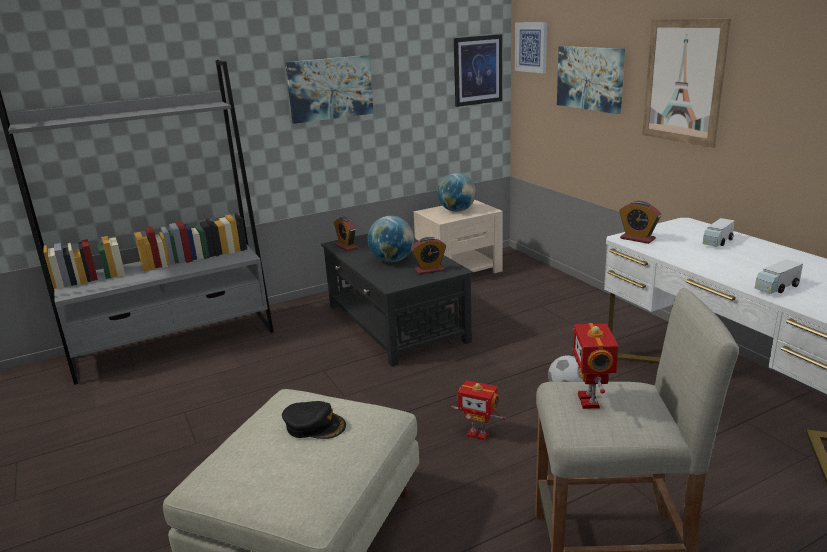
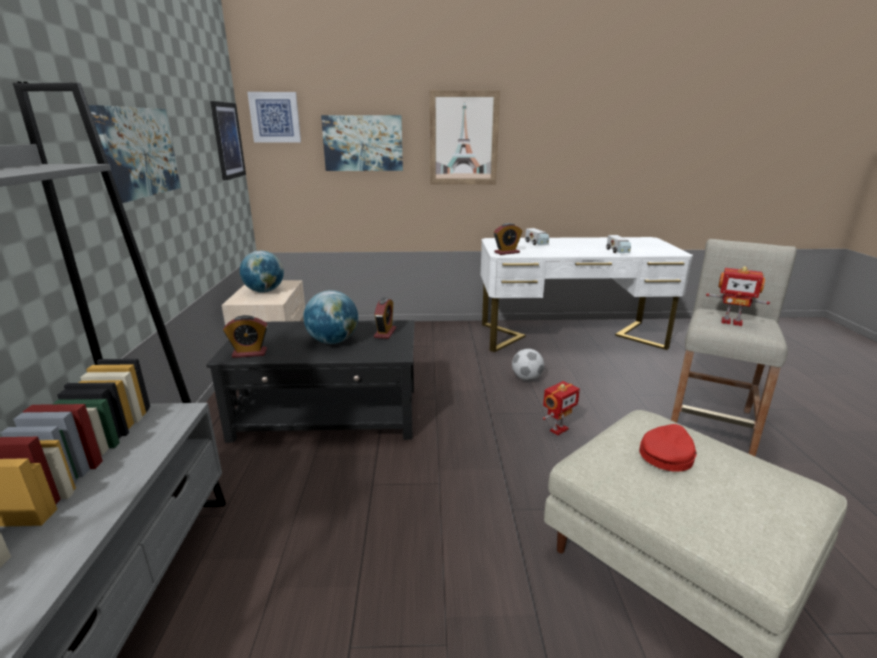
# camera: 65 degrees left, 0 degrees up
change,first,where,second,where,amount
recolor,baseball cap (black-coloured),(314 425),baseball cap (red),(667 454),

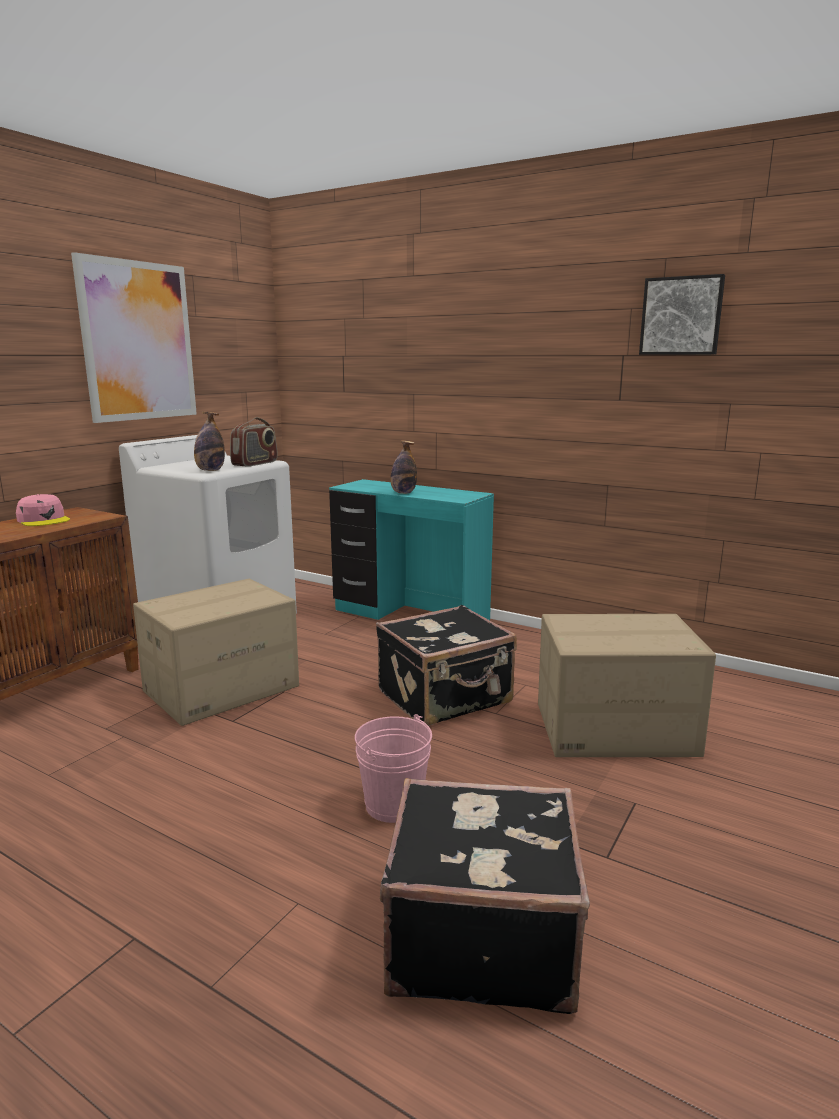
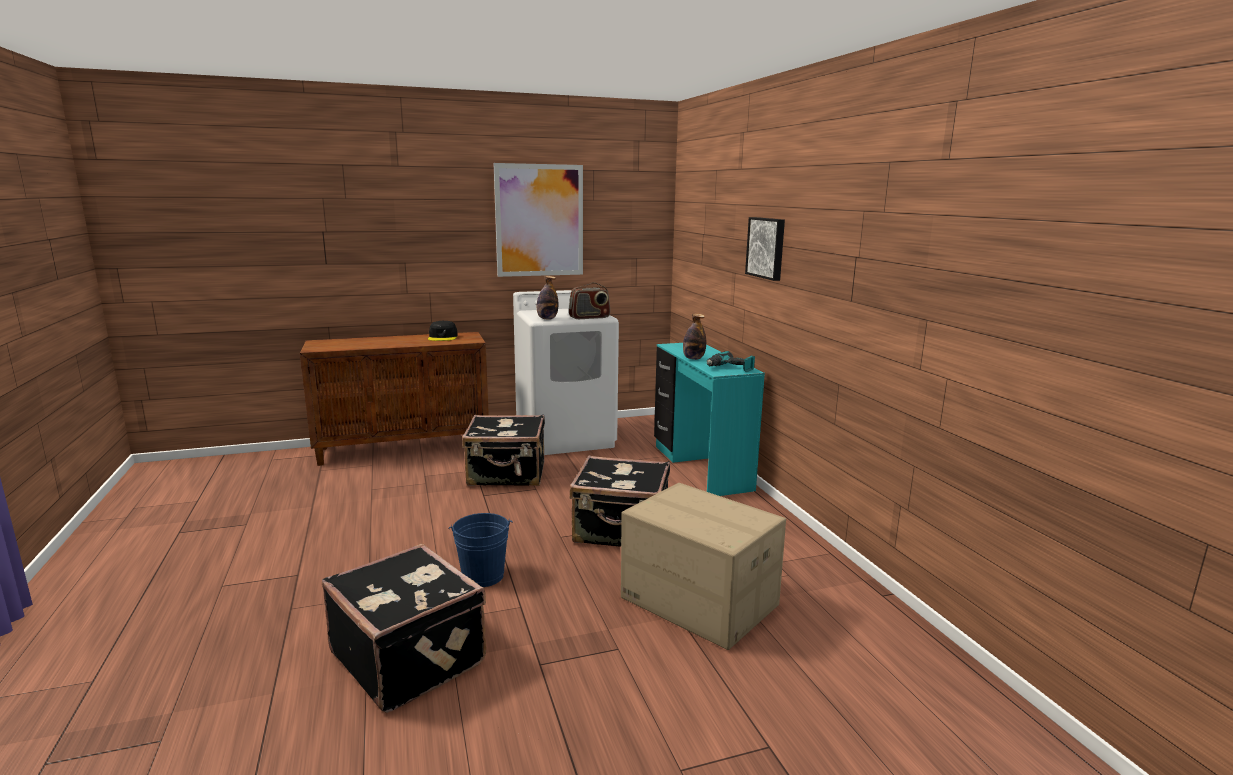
# camera: 40 degrees right, 0 degrees up
change,first,where,second,where,amount
recolor,baseball cap (pink-coloured),(44 520),baseball cap (black-coloured),(443 337),
replace,cardboard box,(221 688),piece of luggage (black-coloured),(507 475),
recolor,bucket (pink-coloured),(393 805),bucket (bluish),(482 576),
move,picture,(681 316),,(767 248),
insert,,,power drill,(730 368),

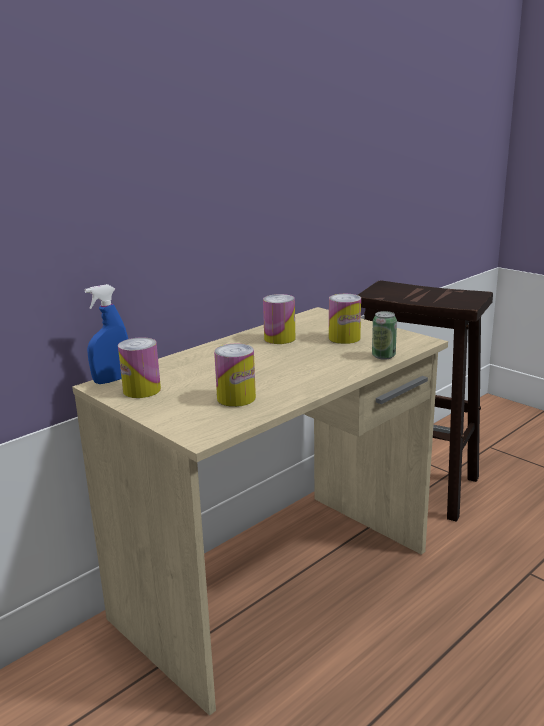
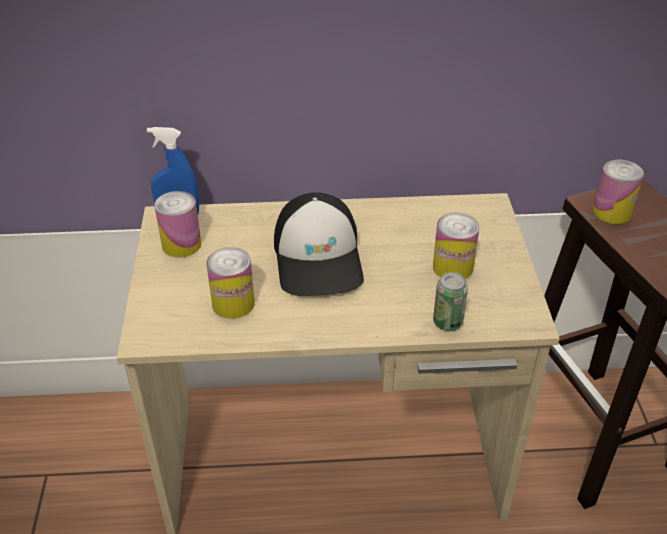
# camera: 40 degrees right, 20 degrees up
change,first,where,second,where,amount
move,metal can,(279 338),,(611 212),
insert,,,baseball cap,(319 258),

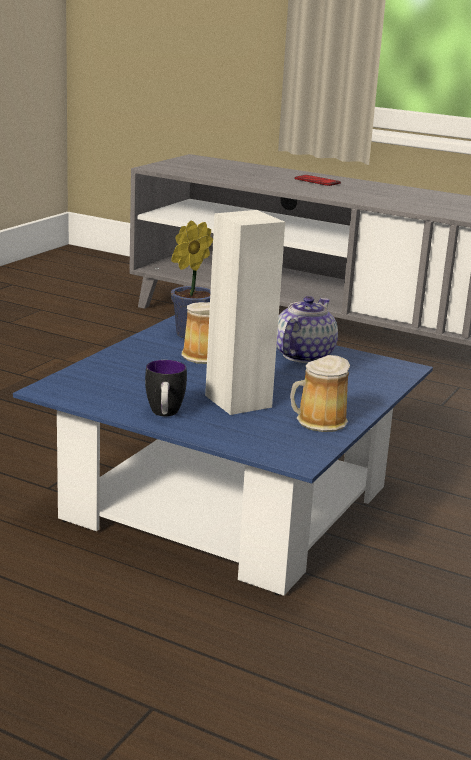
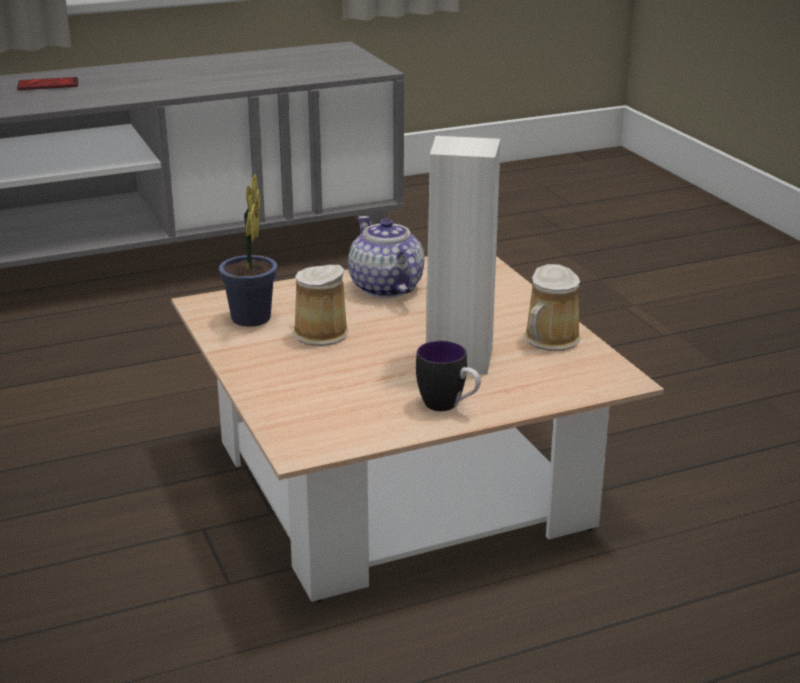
# camera: 50 degrees left, 5 degrees up
change,first,where,second,where,amount
recolor,coffee table (bluish),(228 503),coffee table (beige-coloured),(400 483),

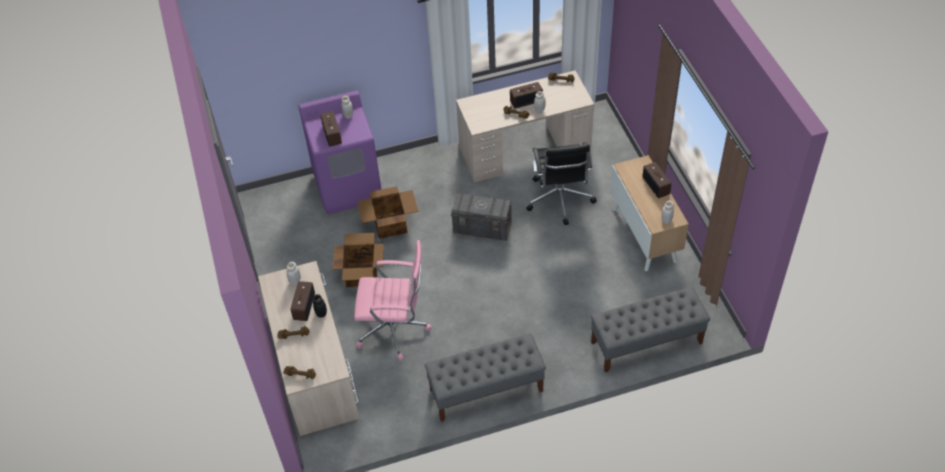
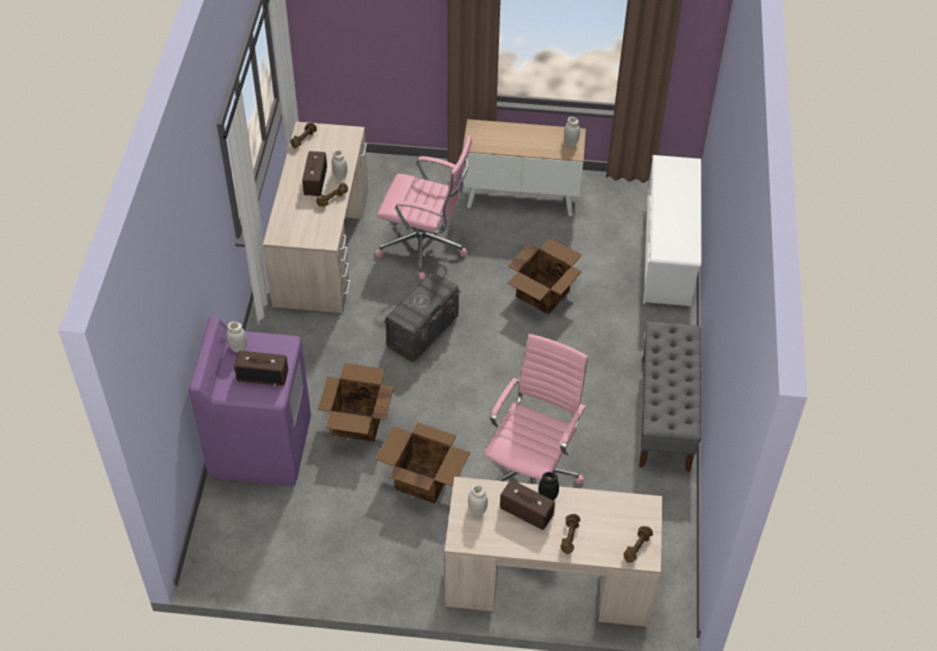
# camera: 70 degrees left, 0 degrees up
change,first,where,second,where,amount
recolor,office chair (black-coloured),(559 200),office chair (pink-coloured),(425 246),
replace,indoor bench (greyish),(646 343),shoe rack (whitish),(668 253),
delete,radio,(656 186),,,
insert,,,cardboard box,(543 293),

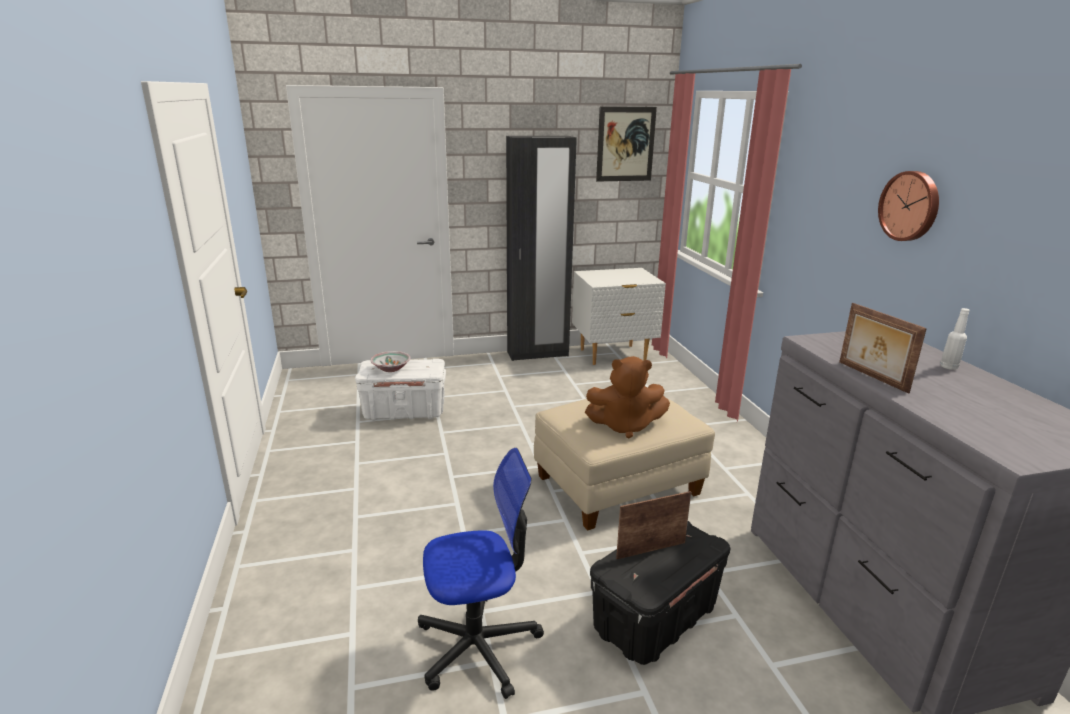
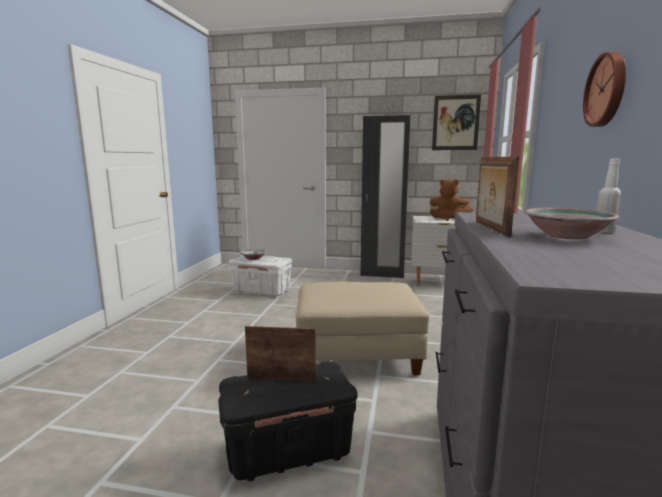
# camera: 25 degrees right, 10 degrees down
change,first,where,second,where,amount
delete,office chair,(478 646),,,
move,cuddly toy (brownish),(625 426),,(448 219),
insert,,,bowl,(567 236),

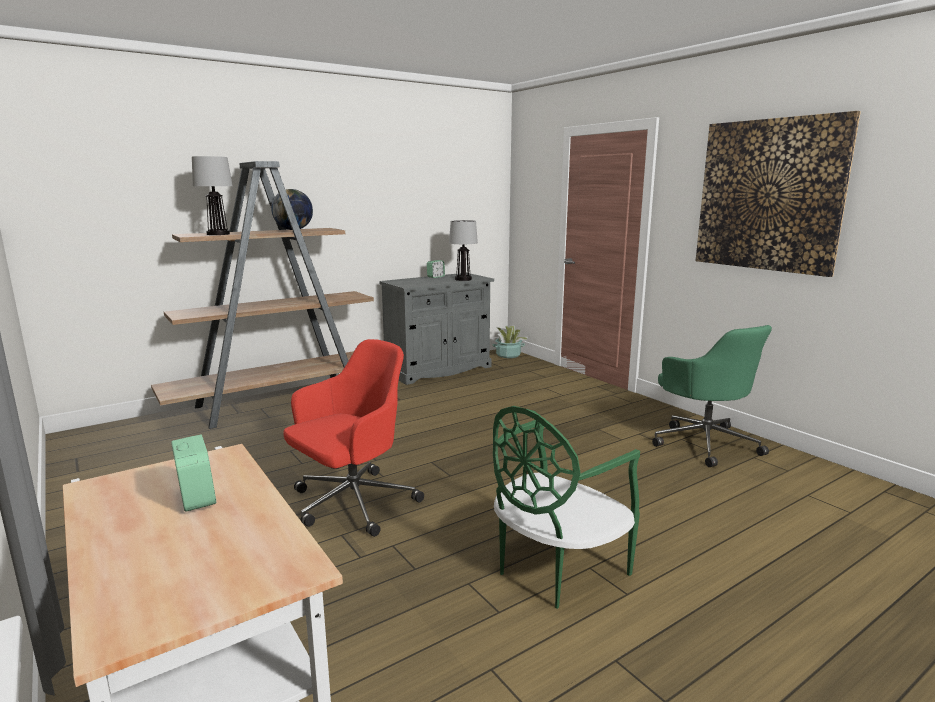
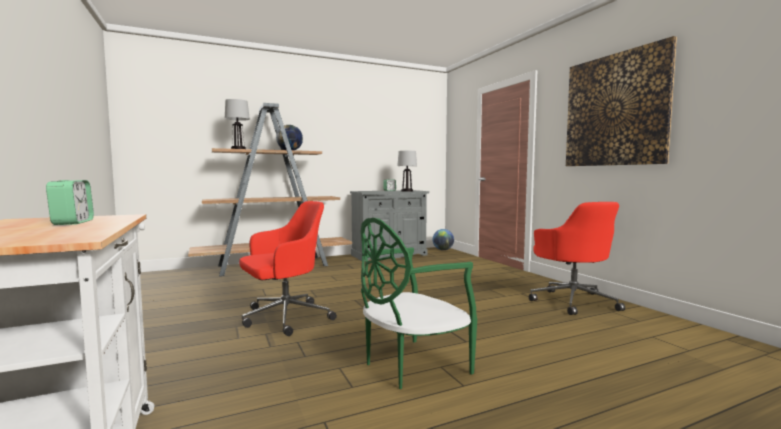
# camera: 10 degrees right, 10 degrees down
change,first,where,second,where,amount
replace,plant in a pot,(508 355),world globe,(443 250),
recolor,office chair (green),(704 443),office chair (red),(572 301),

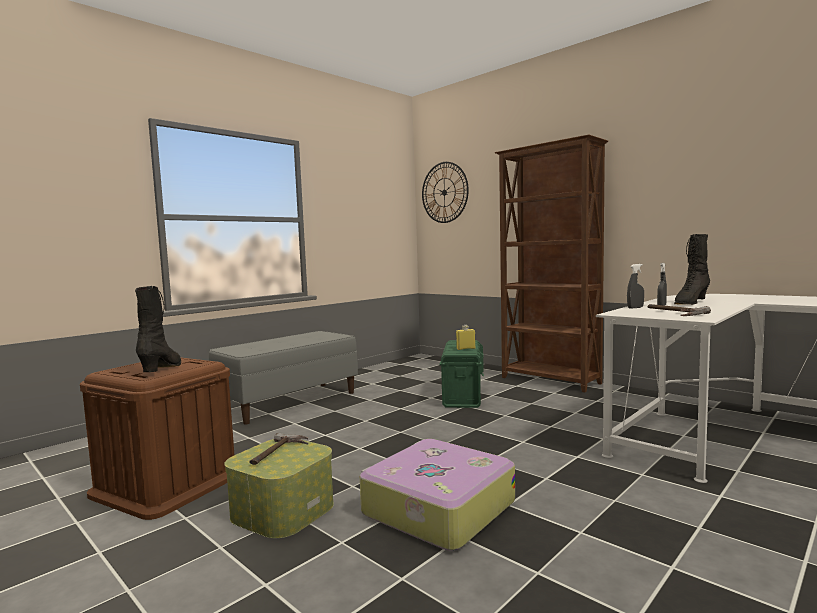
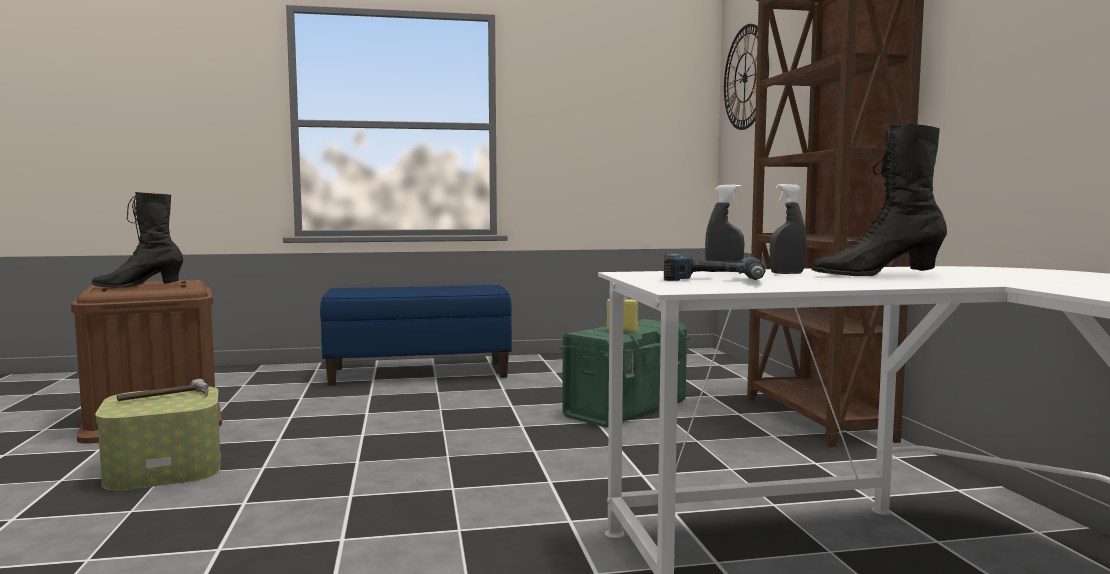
# camera: 35 degrees right, 0 degrees up
change,first,where,second,where,amount
rotate,tall boot (black-coloured),(163 368),,(139 286),135 degrees counterclockwise
recolor,indoor bench (greyish),(289 402),indoor bench (bluish),(419 372),
delete,piece of luggage,(437 508),,,
replace,tool hammer,(671 313),power drill,(713 280),

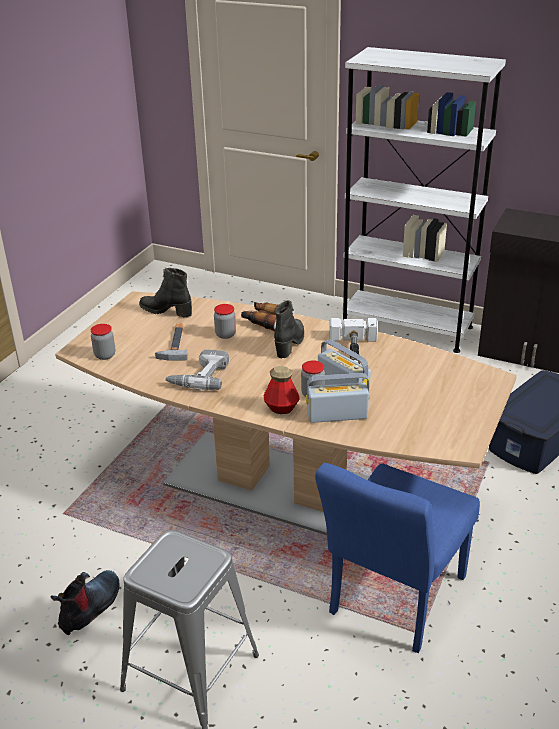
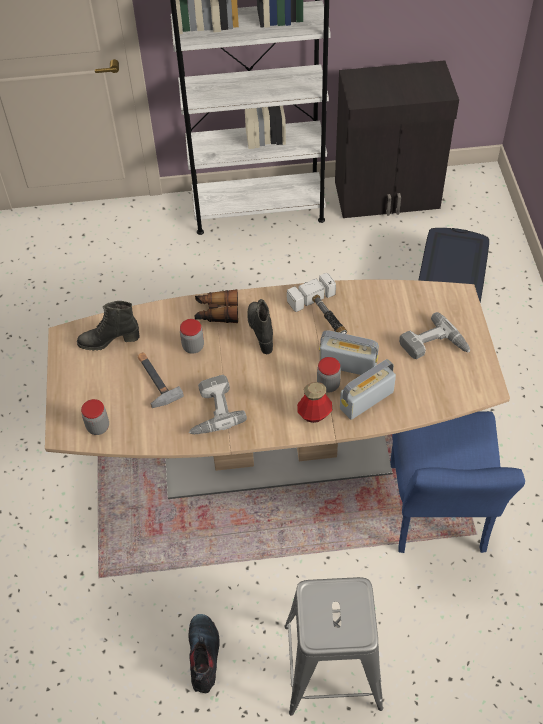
# camera: 30 degrees left, 20 degrees up
change,first,where,second,where,amount
insert,,,power drill,(434 347),

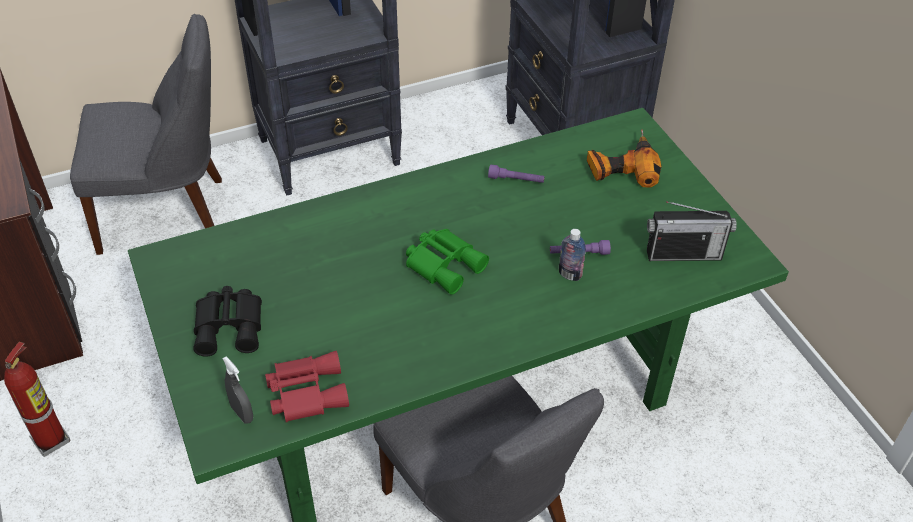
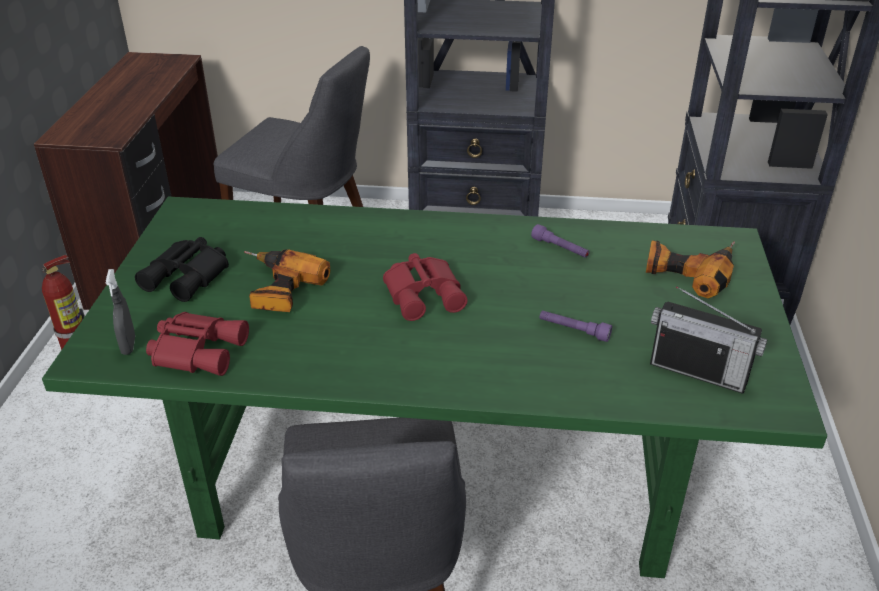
# camera: 30 degrees right, 10 degrees down
change,first,where,second,where,amount
recolor,field glasses (green),(445 264),field glasses (red),(425 293),
delete,beverage bottle,(569 274),,,
insert,,,power drill,(278 289),

